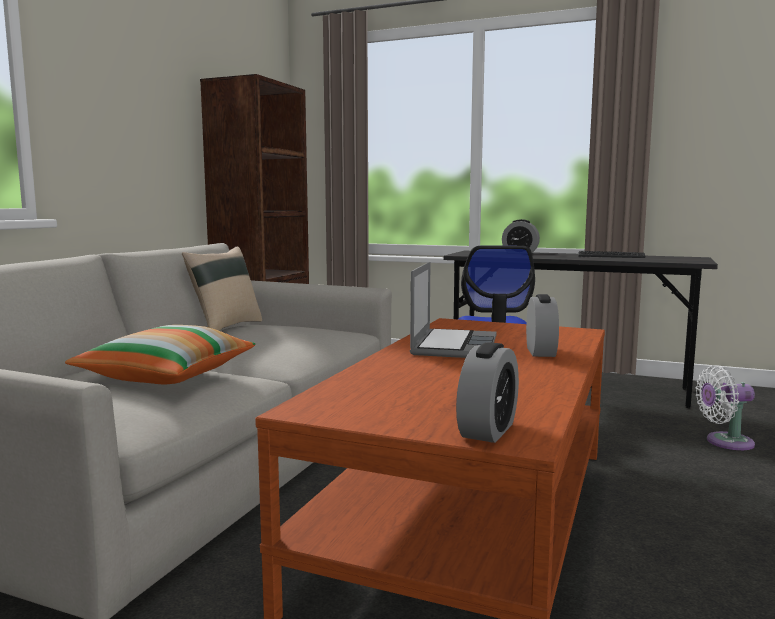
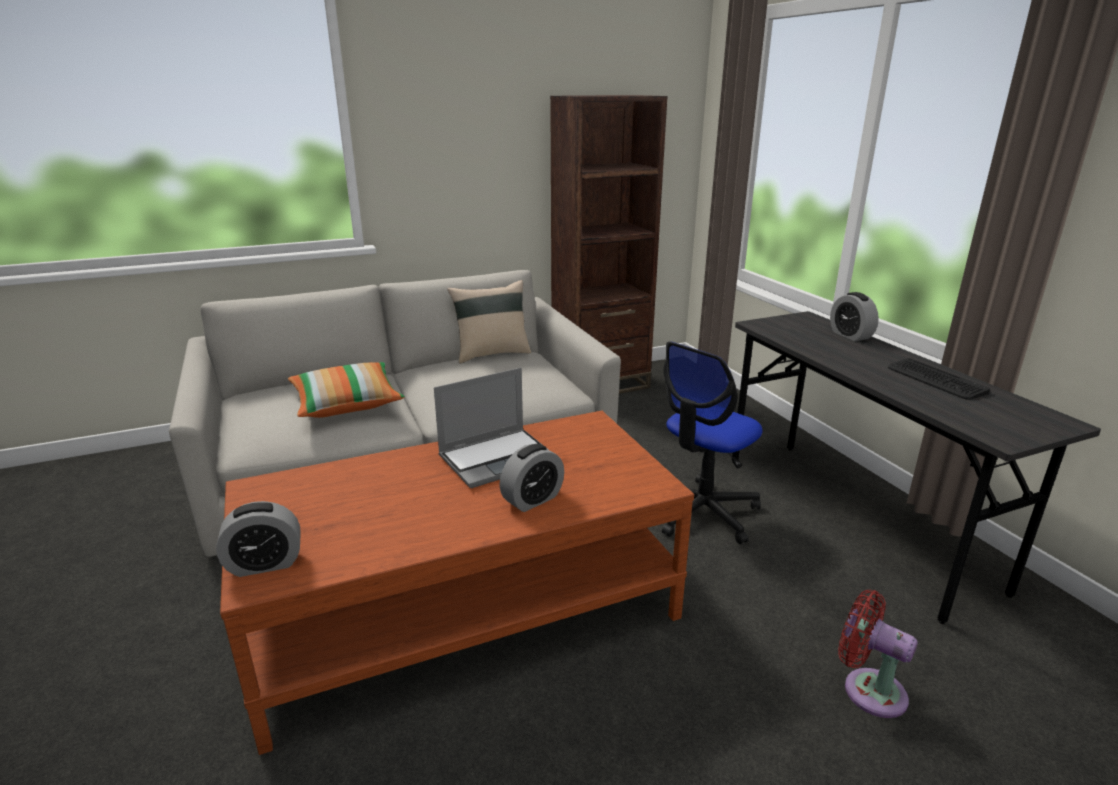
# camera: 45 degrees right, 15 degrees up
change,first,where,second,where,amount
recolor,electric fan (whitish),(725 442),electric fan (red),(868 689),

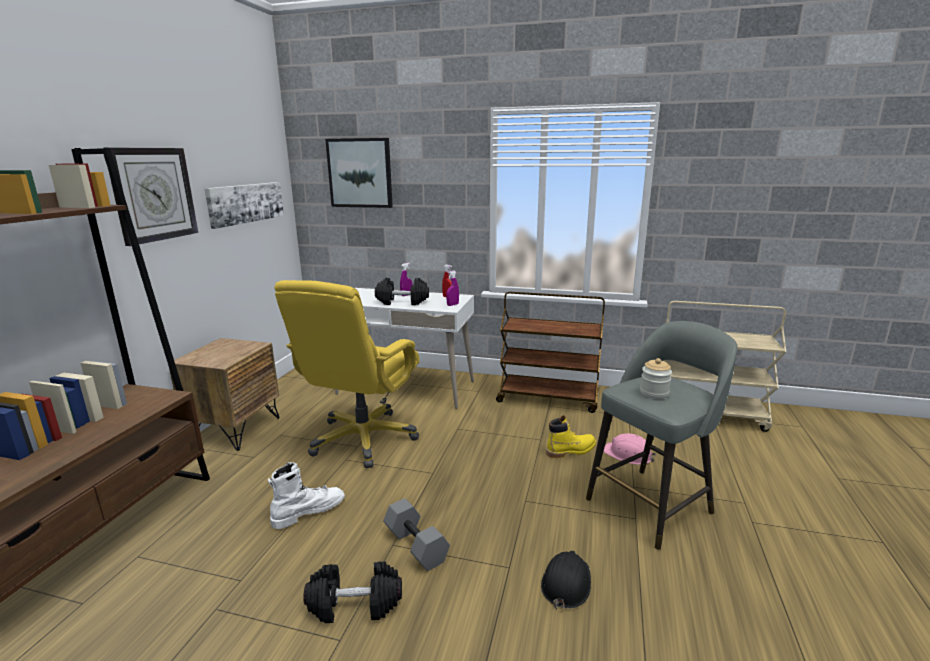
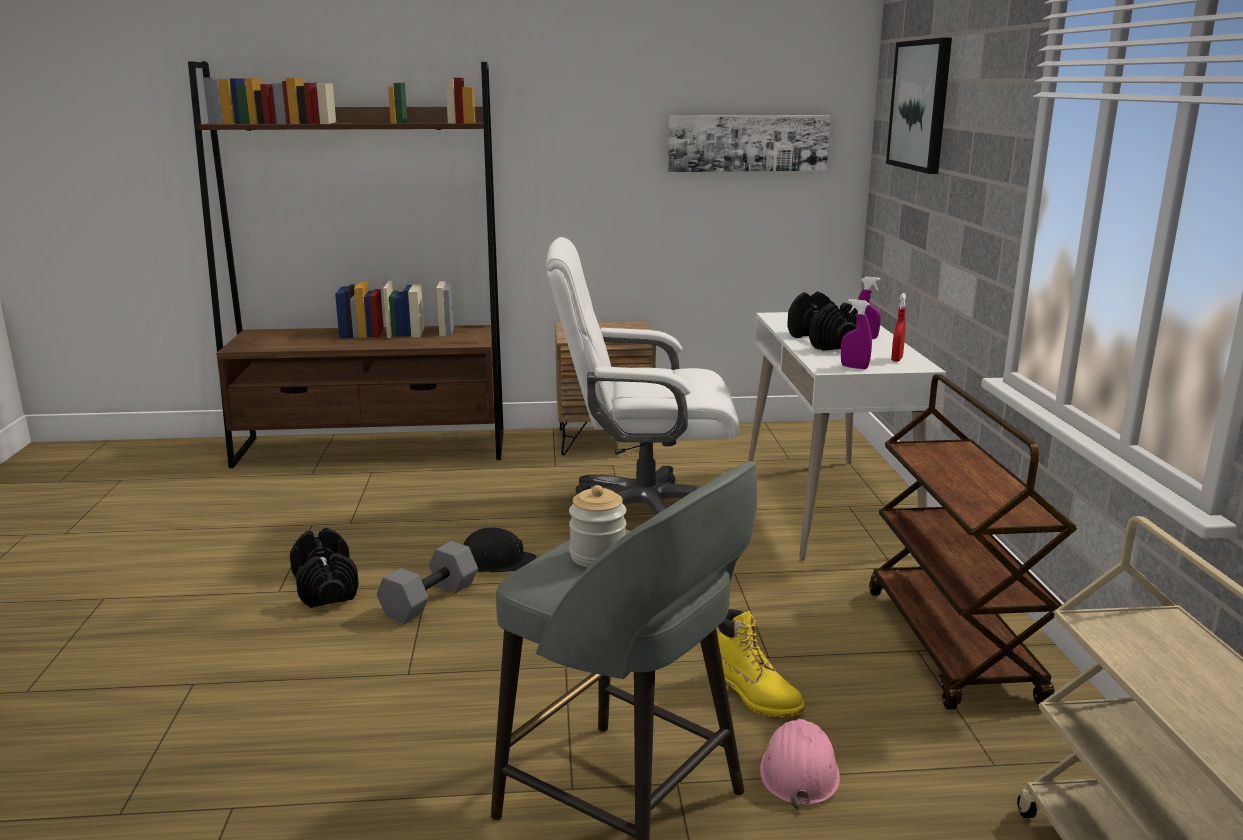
# camera: 70 degrees right, 0 degrees up
change,first,where,second,where,amount
delete,wall clock,(153 194),,,
delete,tall boot (whitish),(308 511),,,
recolor,office chair (yellow-coloured),(363 439),office chair (whitish),(643 513),
move,work helmet (black-coloured),(566 583),,(496 562),

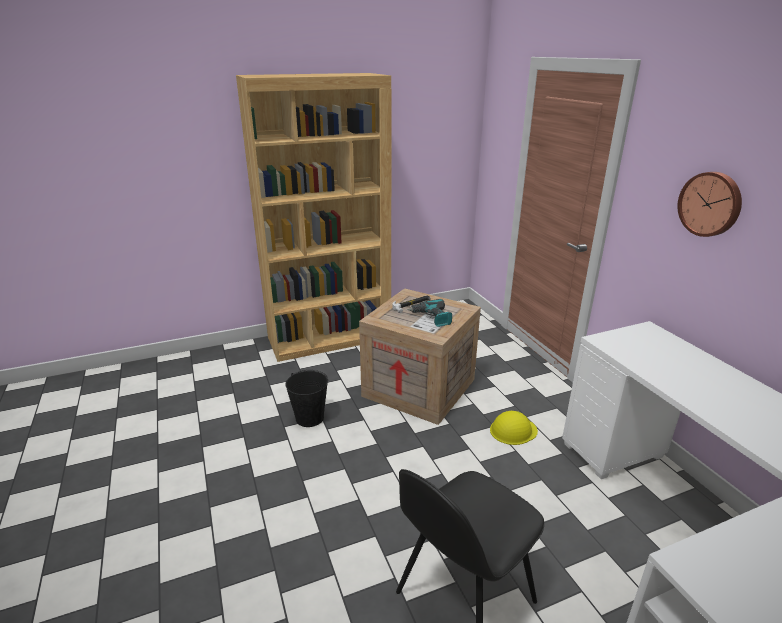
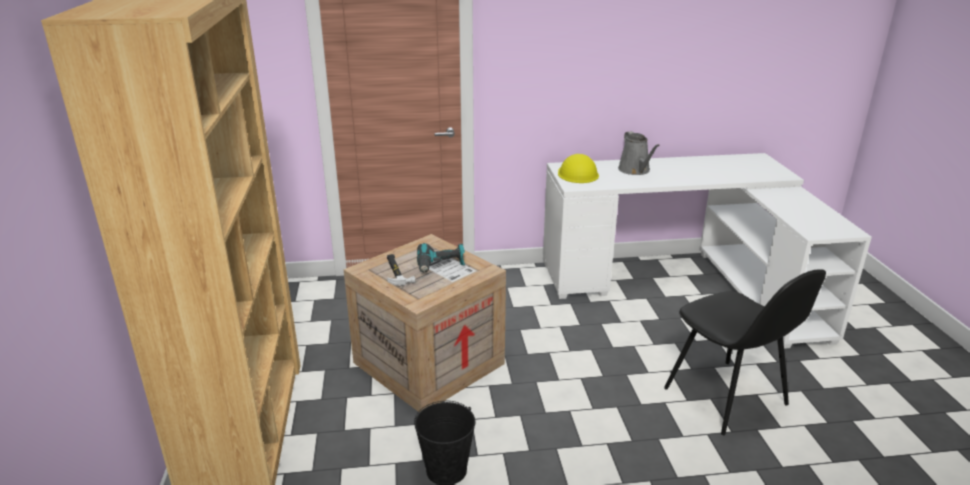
# camera: 75 degrees left, 0 degrees up
change,first,where,second,where,amount
move,work helmet (yellow-coloured),(513 430),,(577 174),
delete,wall clock,(710 204),,,
insert,,,sprinkling can (greyish),(635 170),

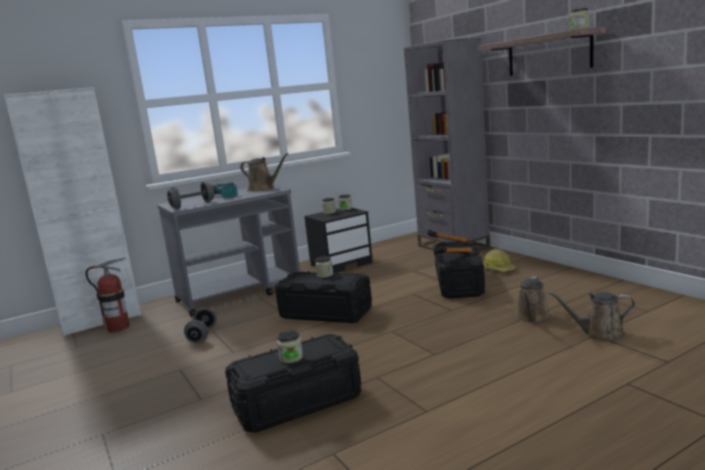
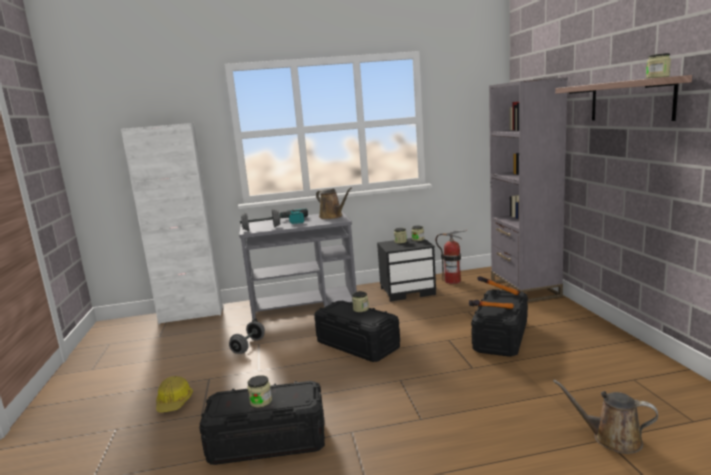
# camera: 20 degrees right, 0 degrees up
change,first,where,second,where,amount
move,extinguisher,(118 327),,(452 281),
move,work helmet,(499 269),,(174 402),
delete,sprinkling can (brownish),(532 318),,,

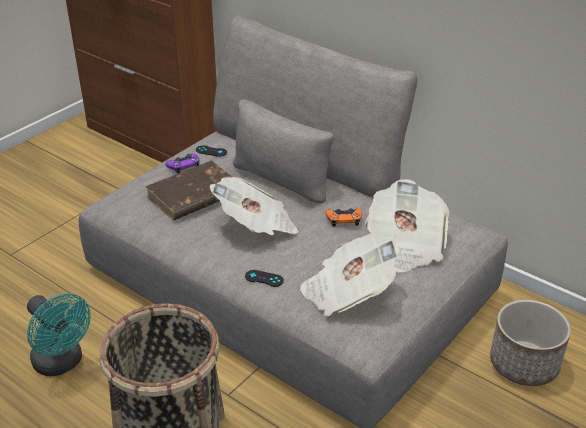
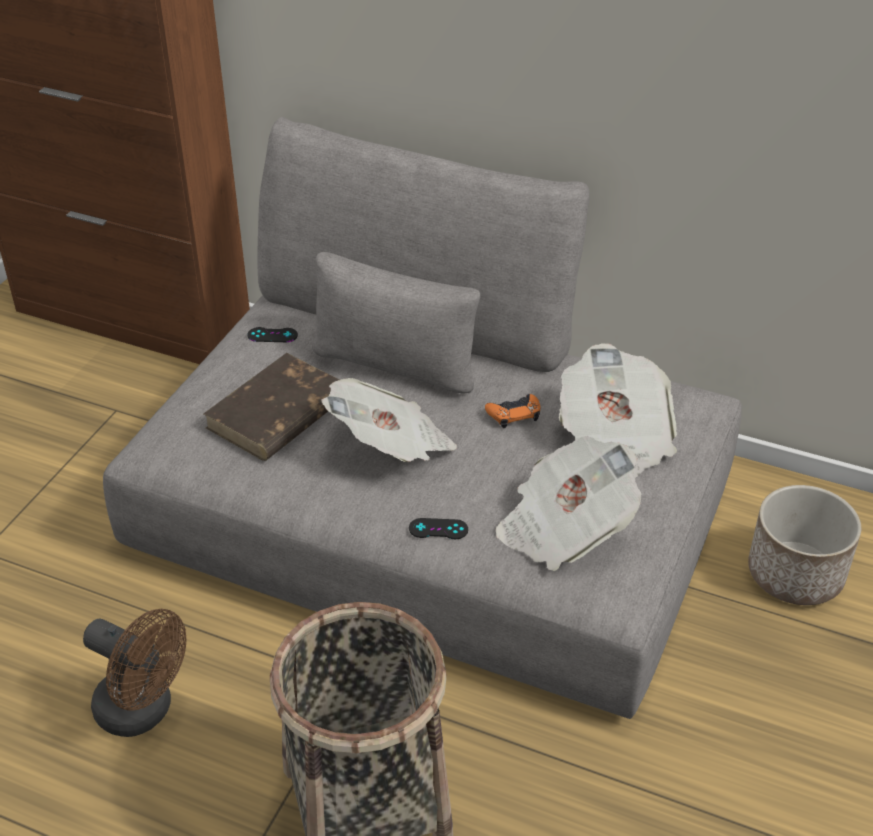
# camera: 15 degrees left, 5 degrees up
change,first,where,second,where,amount
recolor,electric fan (turquoise-coloured),(62 363),electric fan (brownish),(144 711),
delete,gamepad (purple-coloured),(183 166),,,

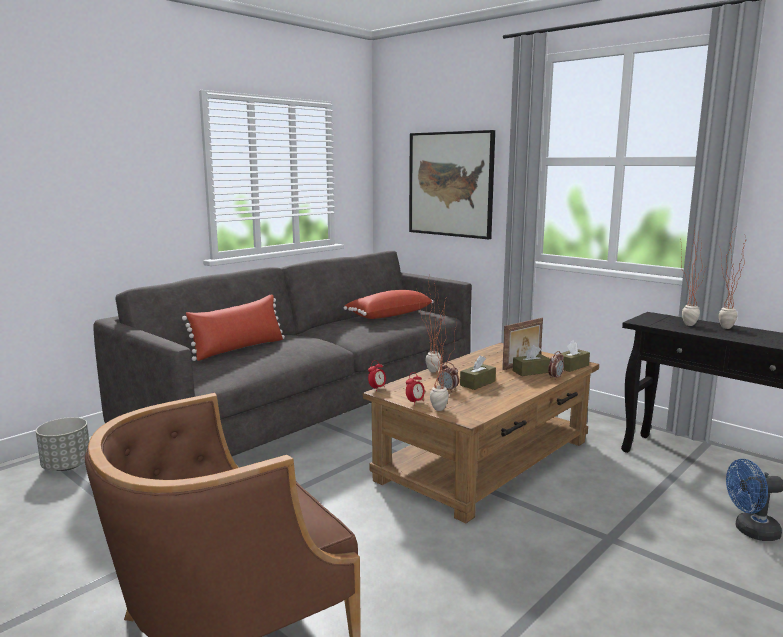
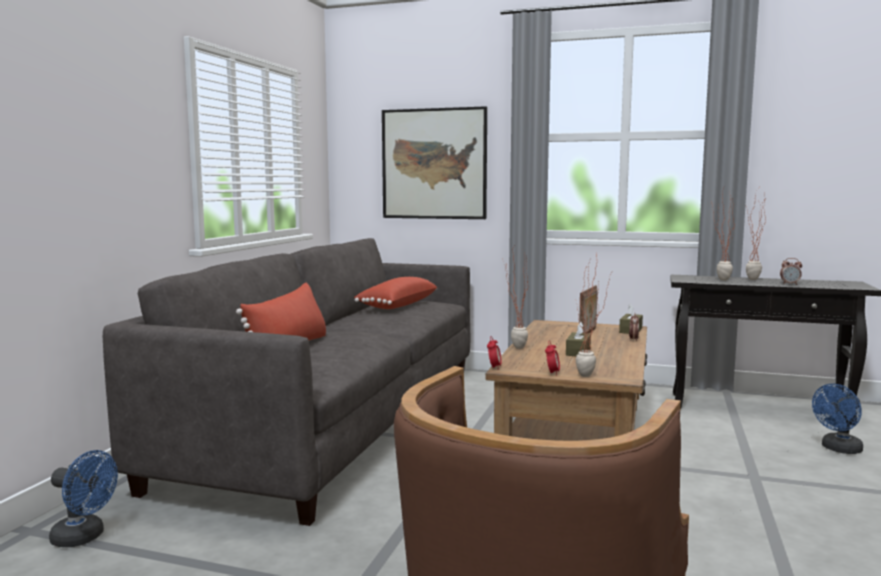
# camera: 25 degrees left, 5 degrees down
change,first,where,second,where,amount
replace,flower pot (greyish),(67 466),electric fan (bluish),(84 537),
move,bedside clock,(448 390),,(790 284),
delete,box of tissues (brownish),(531 371),,,

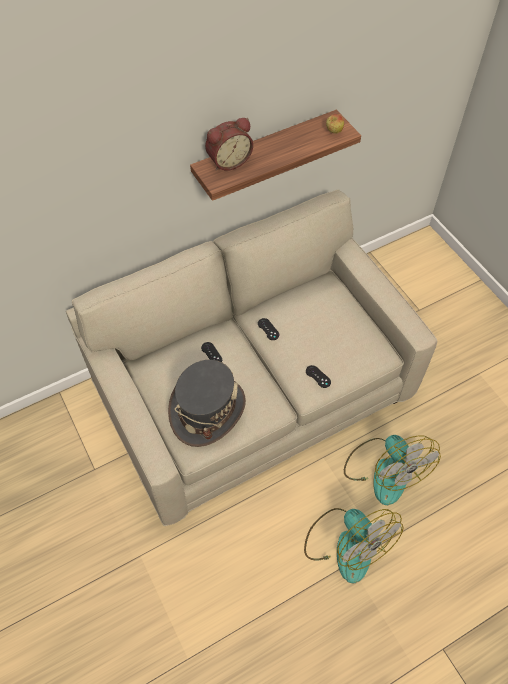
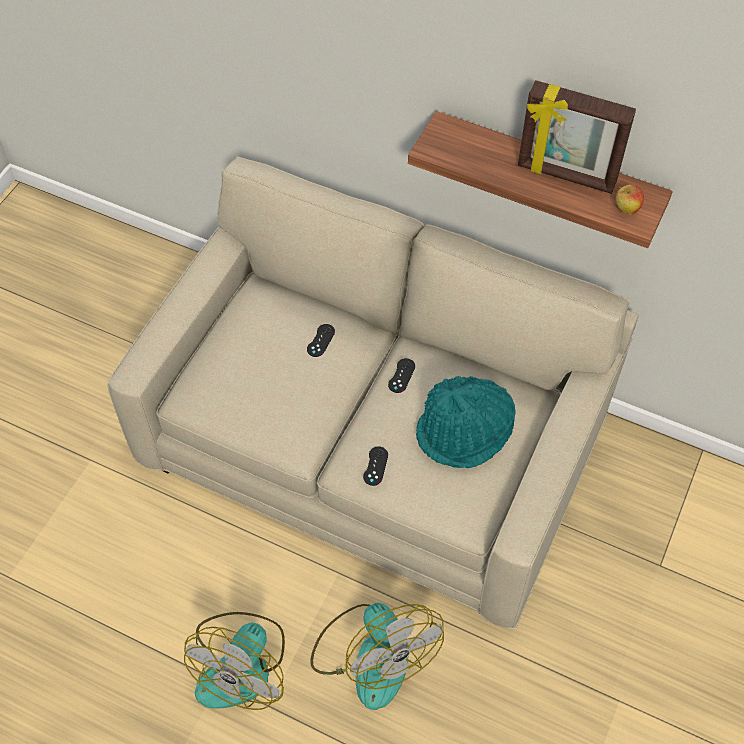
# camera: 55 degrees right, 0 degrees up
change,first,where,second,where,amount
delete,wearable hat (greyish),(207 410),,,
delete,bedside clock,(228 161),,,
rotate,electric fan,(384 470),,(372 654),60 degrees counterclockwise
insert,,,wearable hat (turquoise-coloured),(465 432),
insert,,,picture frame,(566 176),

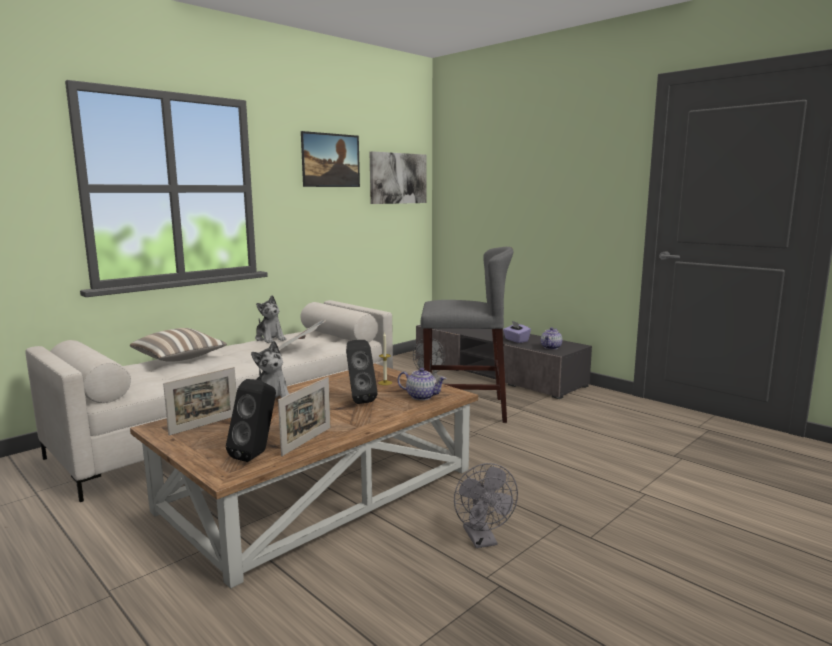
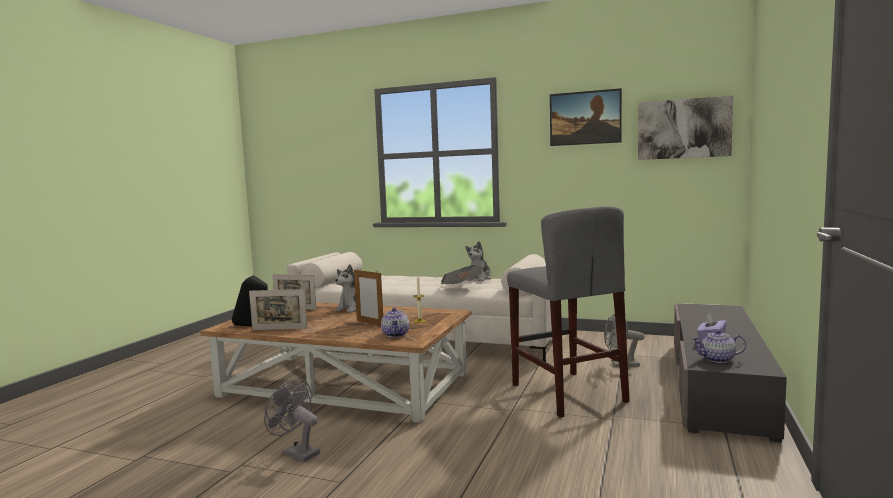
# camera: 65 degrees right, 5 degrees down
change,first,where,second,where,amount
delete,throw pillow,(180 359),,,
replace,loudspeaker (black-coloured),(358 400),picture frame,(370 323),
rotate,electric fan (greyish),(482 540),,(296 453),75 degrees clockwise

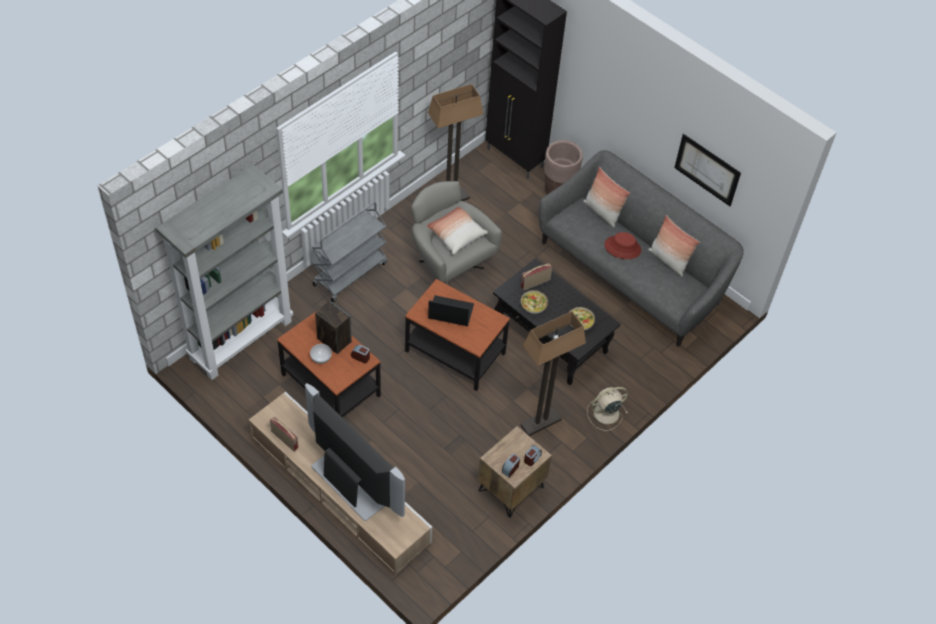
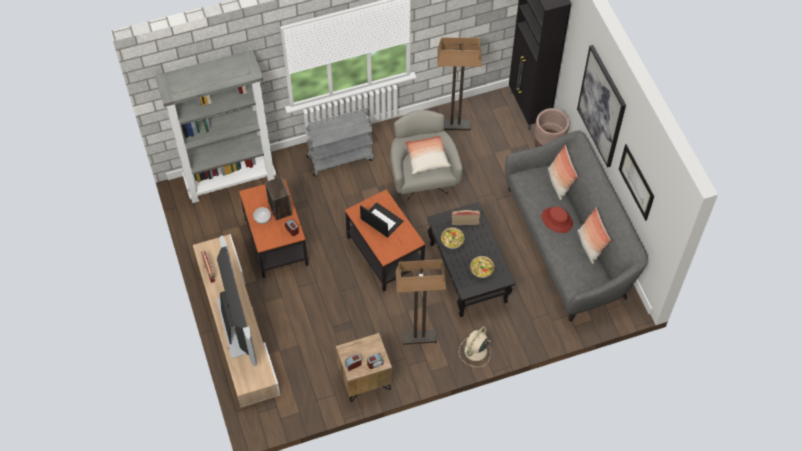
# camera: 30 degrees right, 5 degrees up
change,first,where,second,where,amount
rotate,electric fan (beige-coloured),(605 413),,(475 351),60 degrees counterclockwise
insert,,,picture,(602 106),

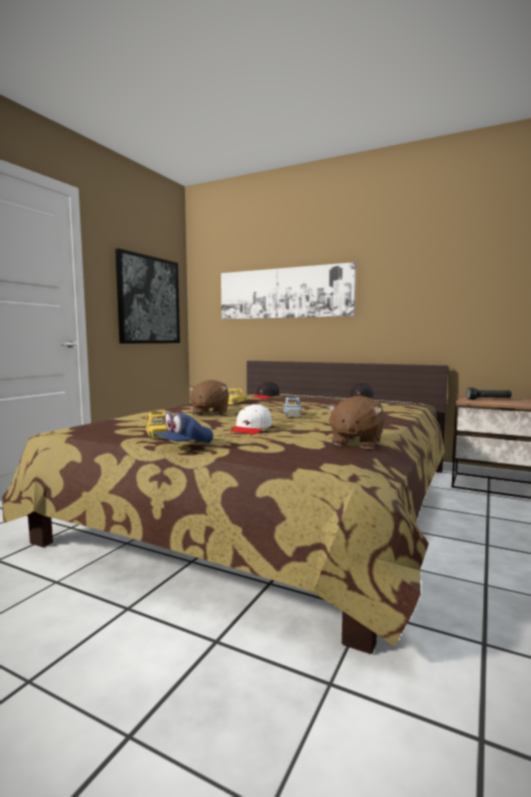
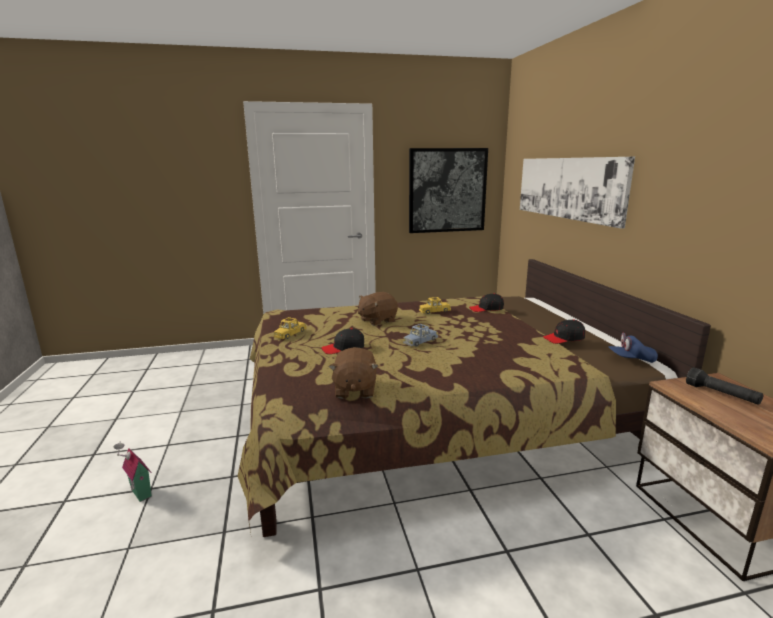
# camera: 50 degrees right, 10 degrees up
change,first,where,second,where,amount
move,baseball cap (bluish),(184 446),,(631 359),
recolor,baseball cap (whitish),(251 429),baseball cap (black-coloured),(343 348),
rotate,cuddly toy (brownish),(356 442),,(354 390),75 degrees counterclockwise
insert,,,miniature house,(139 494),

